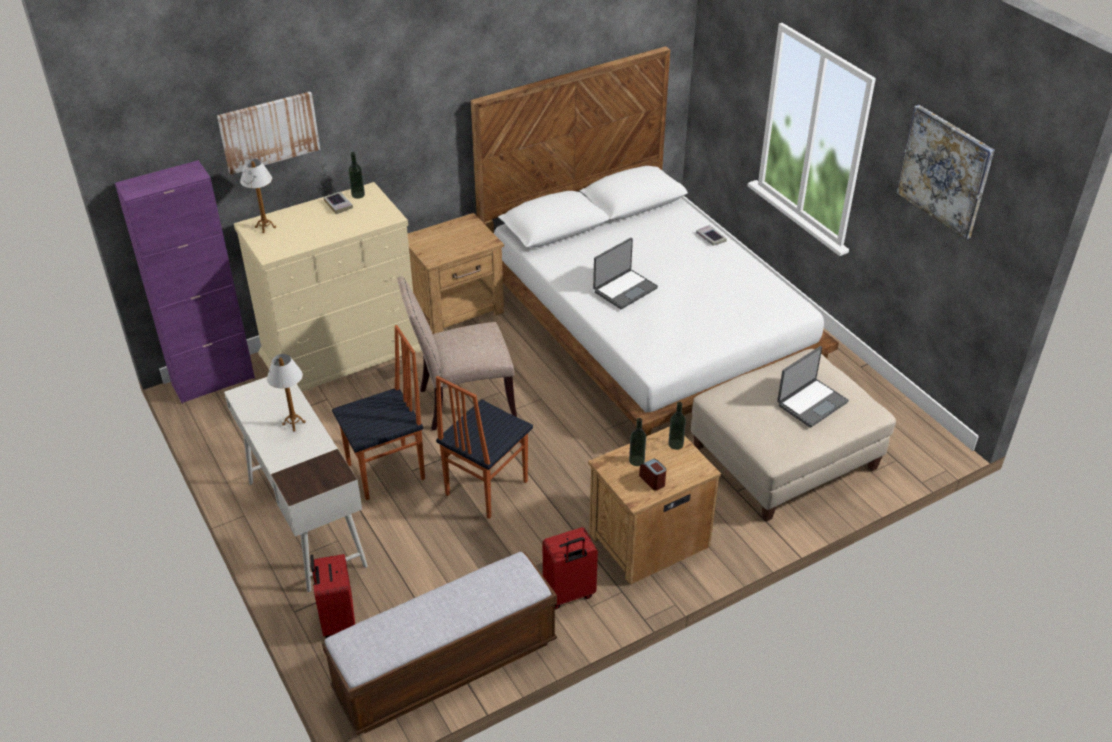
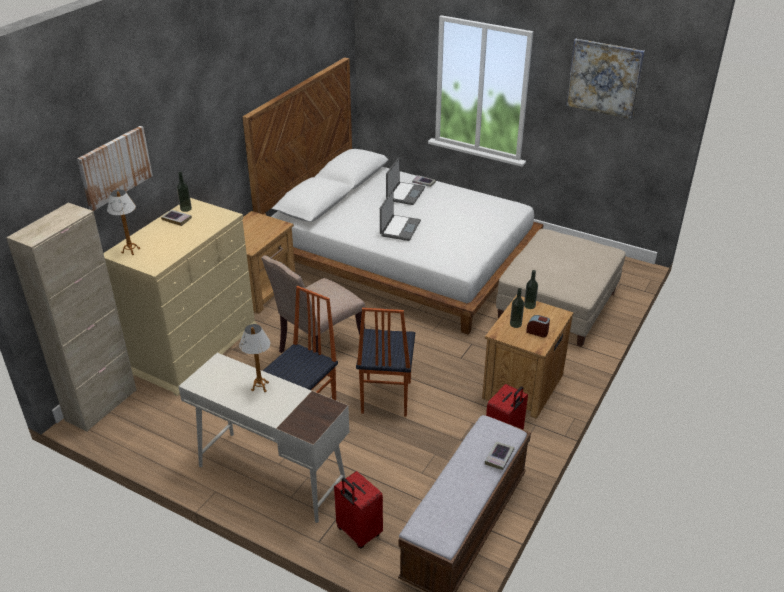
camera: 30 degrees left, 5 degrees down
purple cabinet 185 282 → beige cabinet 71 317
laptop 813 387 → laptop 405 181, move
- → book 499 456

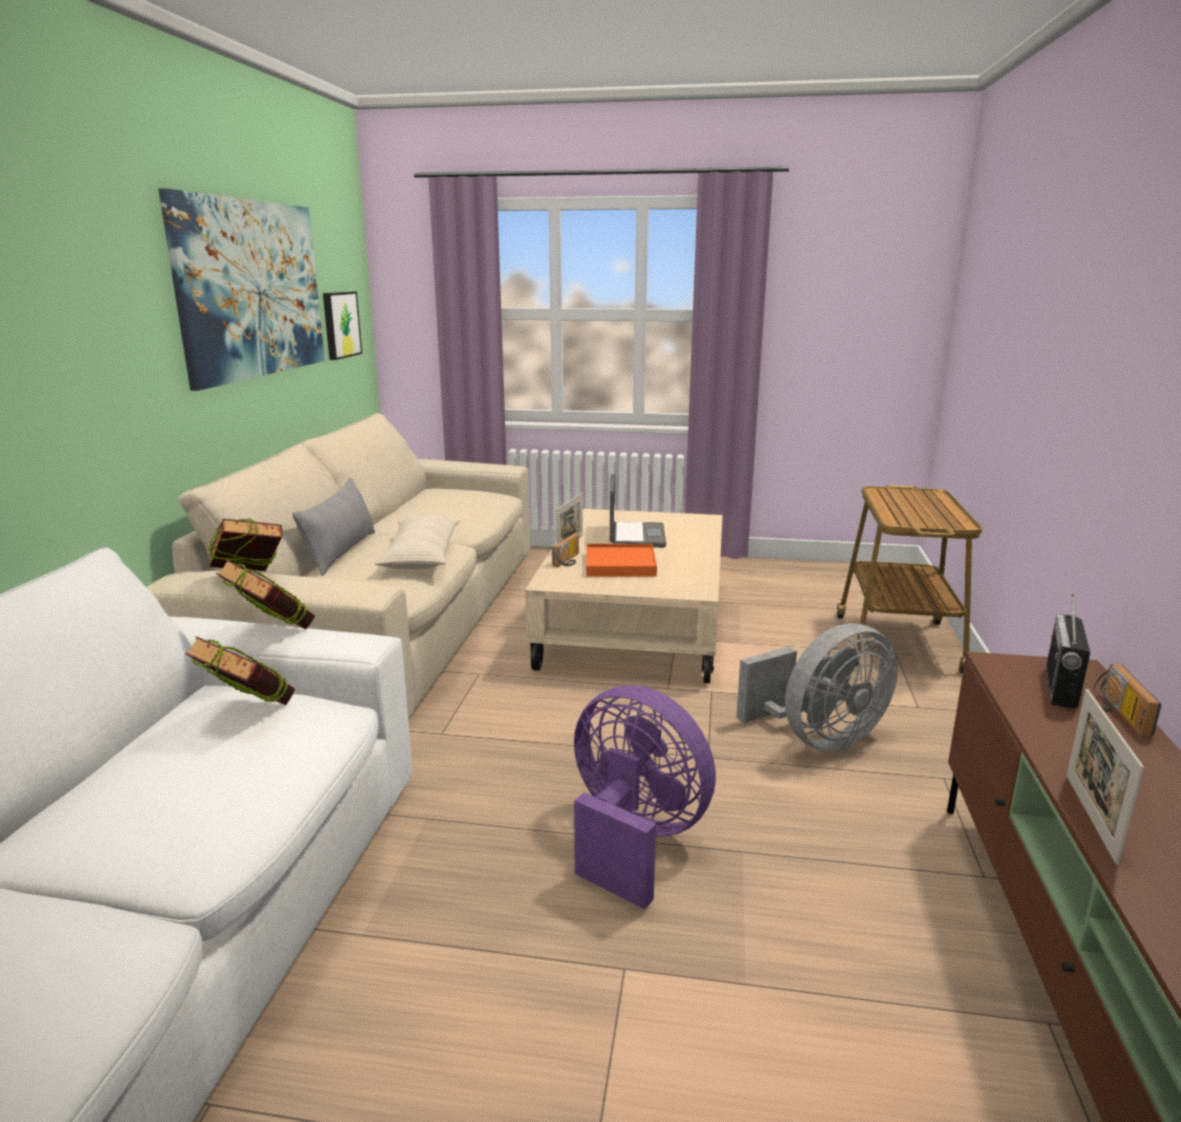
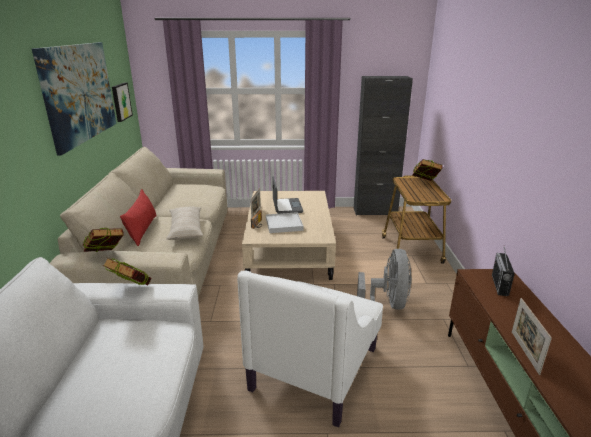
camera: 10 degrees left, 5 degrees up
grey pillow 333 526 → red pillow 138 217
orange tray 621 560 → white tray 285 222
grey fan 817 687 → grey fan 384 279, 45 degrees counterclockwise
book 240 670 → book 427 170, move
radio 1127 700 → -
purple fan 645 797 → white armchair 310 349
- → black cabinet 383 146

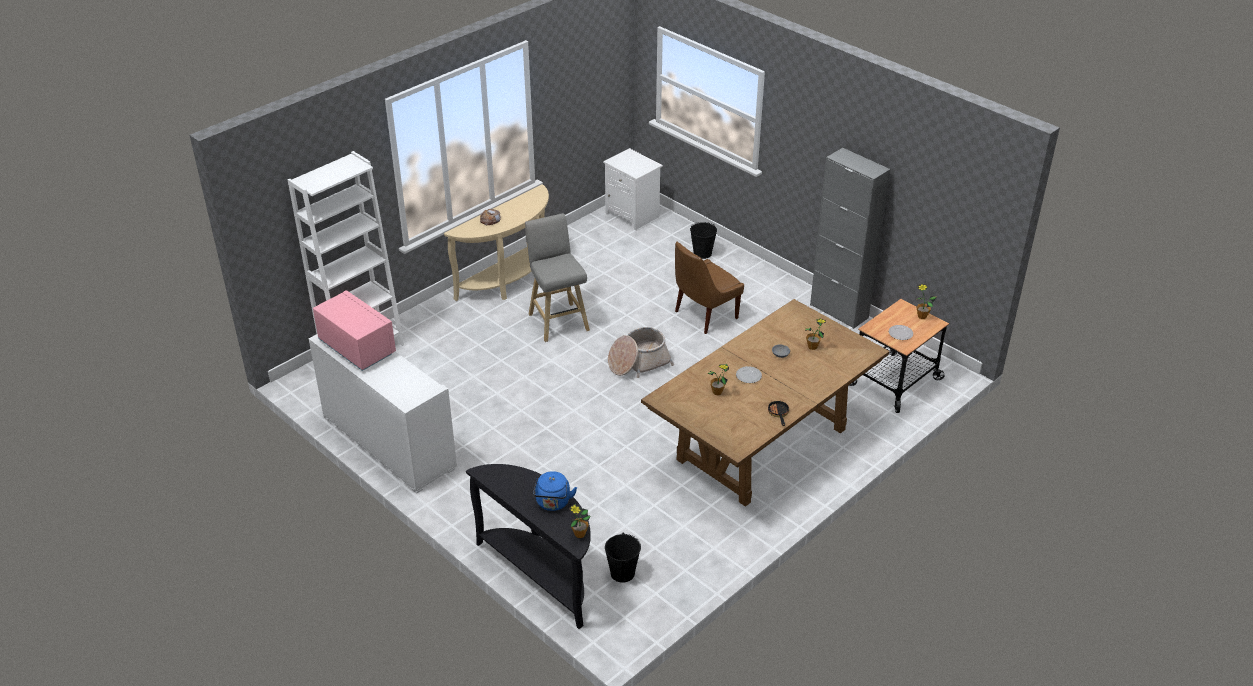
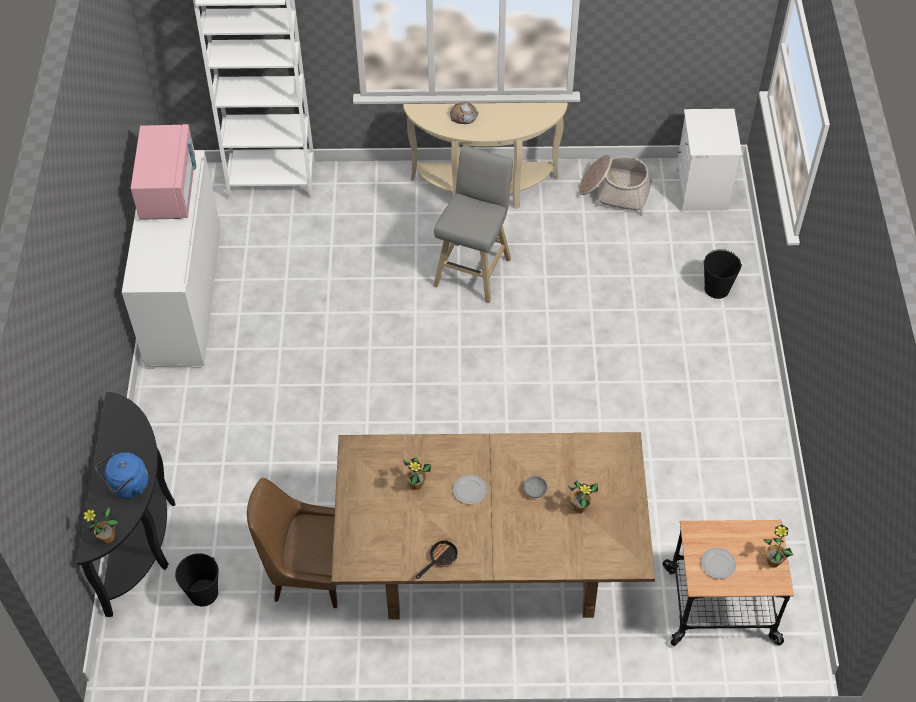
camera: 45 degrees right, 15 degrees up
grey cabinet 850 238 → -
brown chair 709 288 → brown chair 292 543, move
basket 641 352 → basket 615 185, move

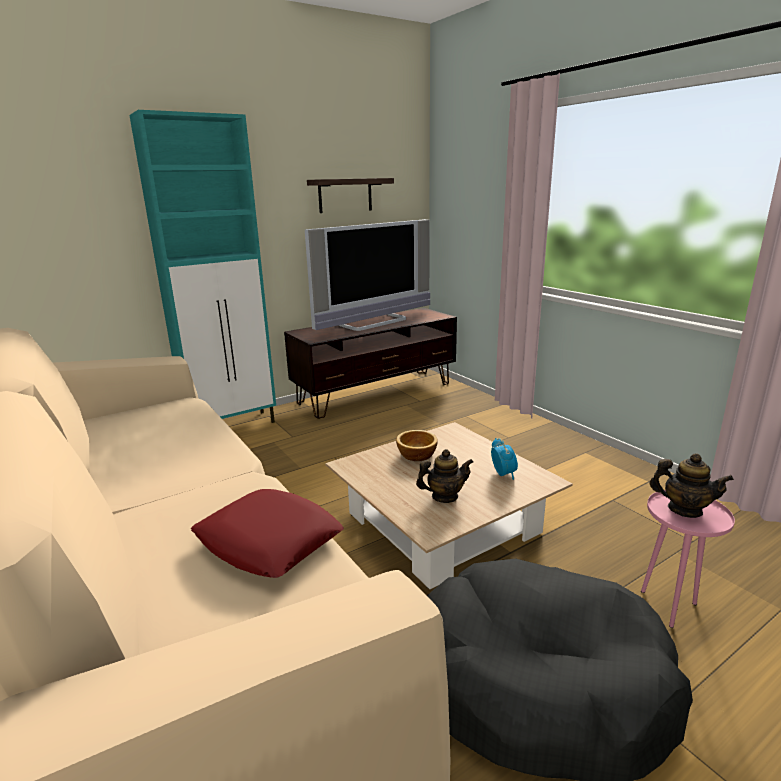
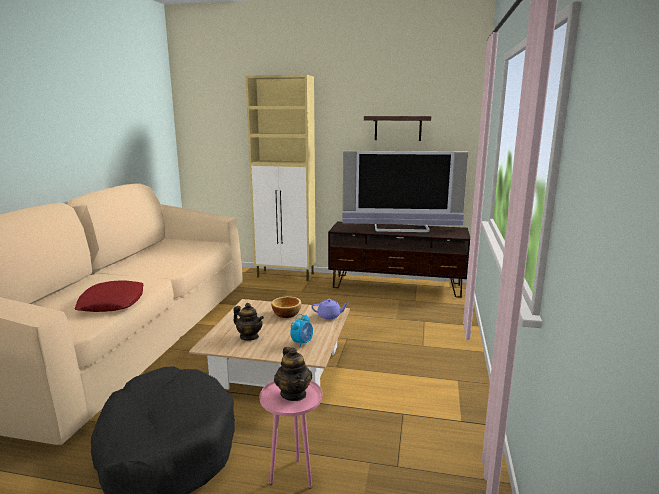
camera: 45 degrees right, 5 degrees down
turquoise cabinet 202 266 → beige cabinet 280 178
- → purple teapot 329 309

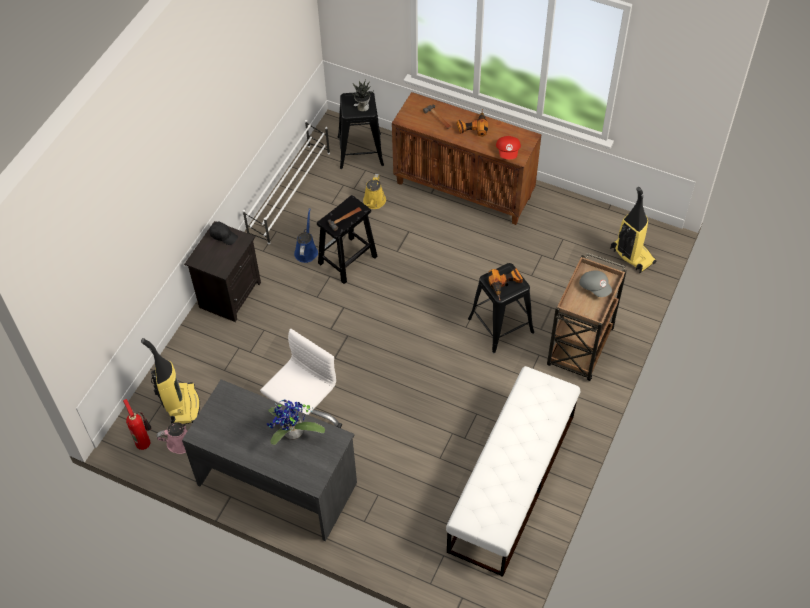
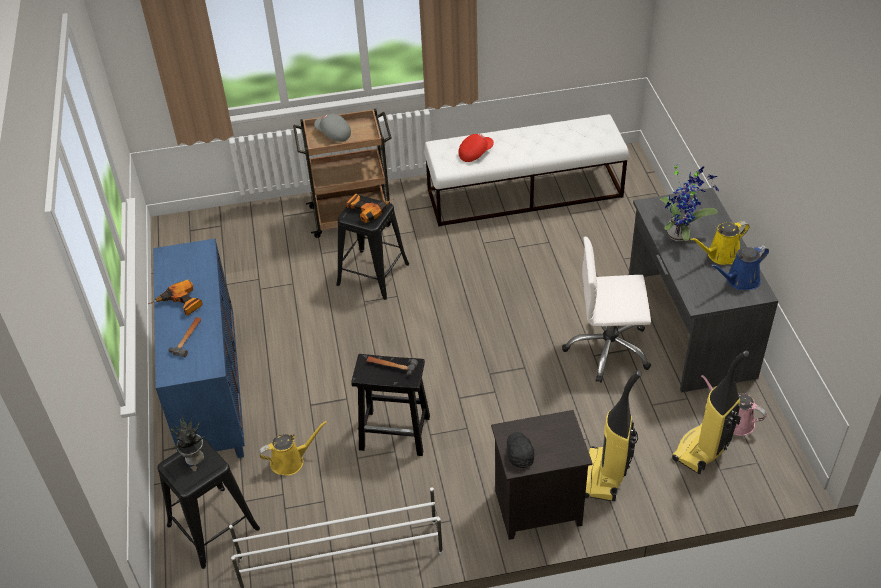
camera: 125 degrees left, 10 degrees down
brown cabinet 466 158 → blue cabinet 199 353
red cap 508 147 → red cap 476 148, move
vacuum cleaner 633 230 → vacuum cleaner 613 435, move
blue watering can 306 235 → blue watering can 739 267, move
grey cap 595 283 → grey cap 332 127, 75 degrees counterclockwise
fire extinguisher 137 424 → -
- → yellow watering can 719 242

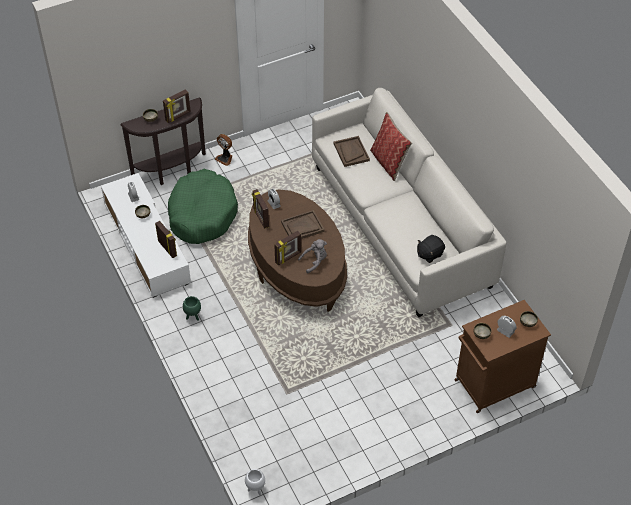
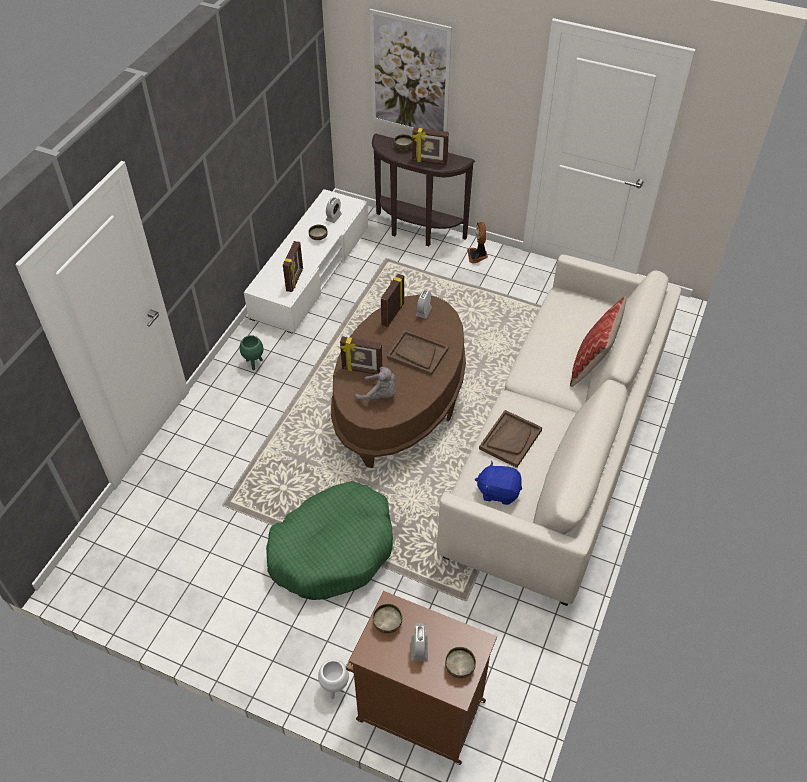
camera: 50 degrees right, 0 degrees up
brown tray 352 151 → brown tray 510 439, move
green dog bed 203 206 → green dog bed 329 540, move
black plush toy 431 249 → blue plush toy 498 482
white planter 255 482 → white planter 333 679, move
- → picture 410 70

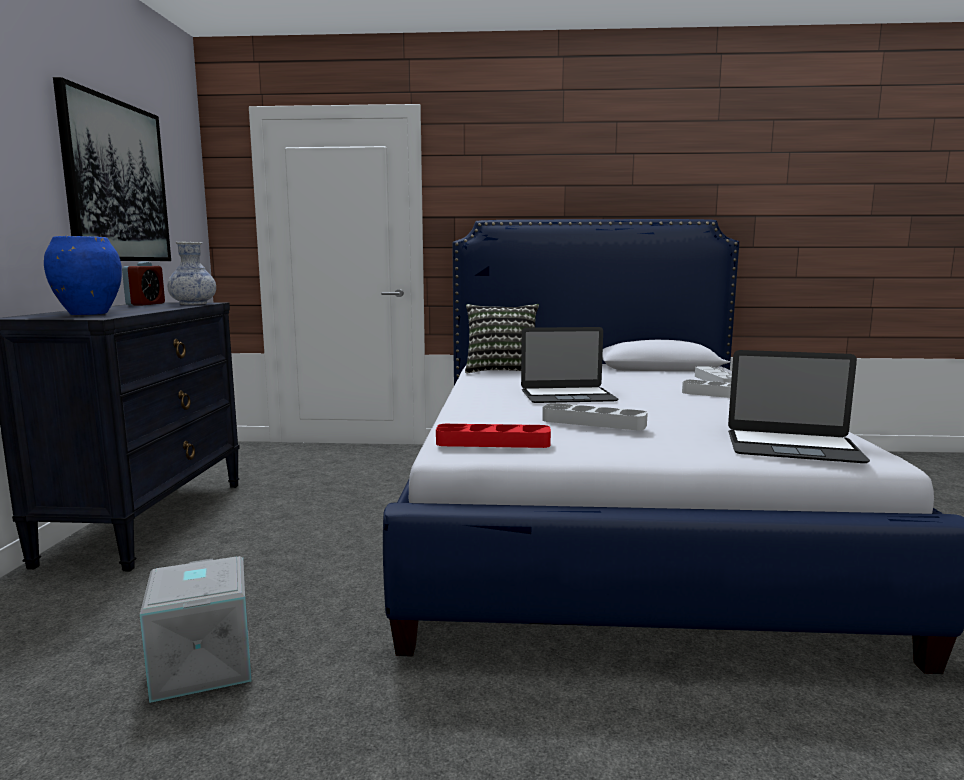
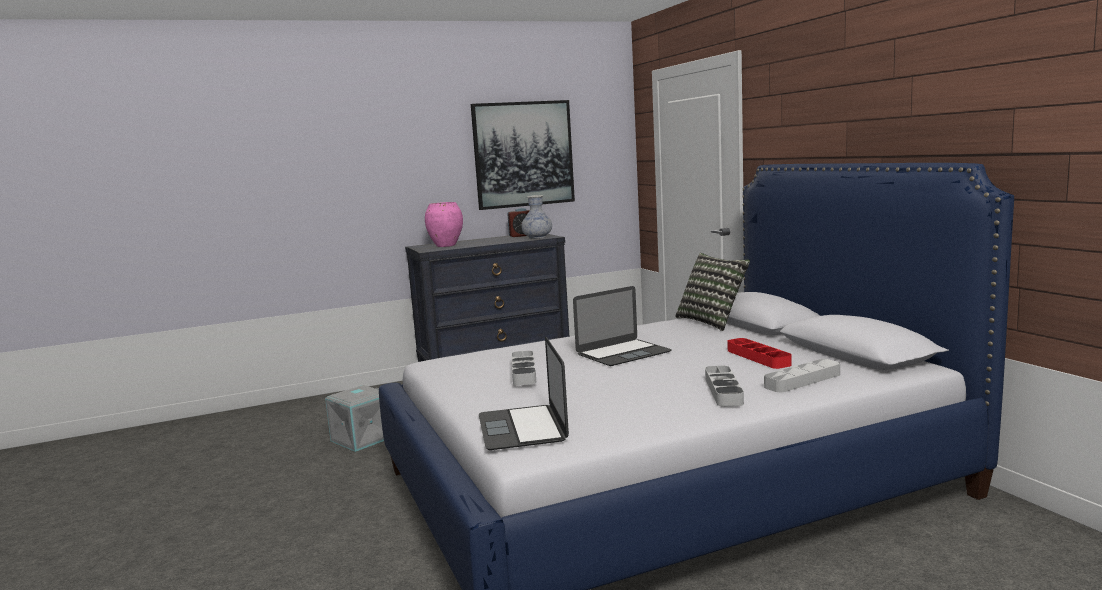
camera: 65 degrees right, 0 degrees up
blue vase 83 275 → pink vase 444 224
laptop 569 365 → laptop 622 326, 90 degrees counterclockwise
red tray 493 436 → red tray 759 353, move

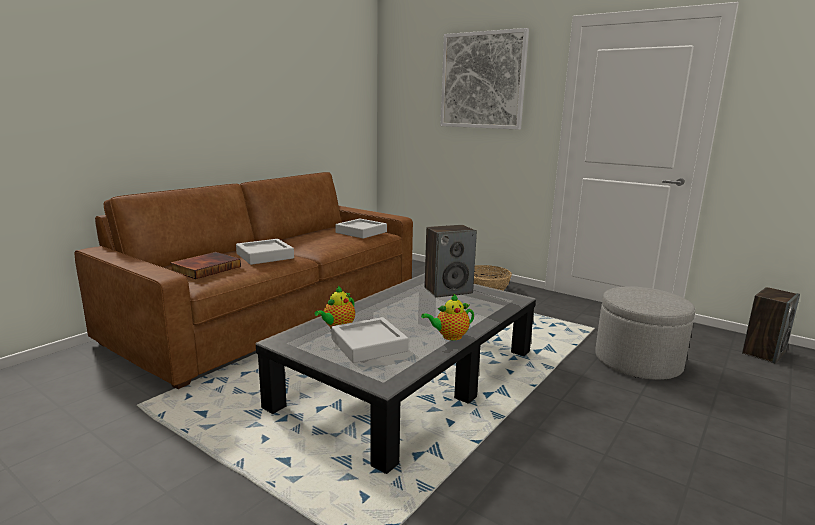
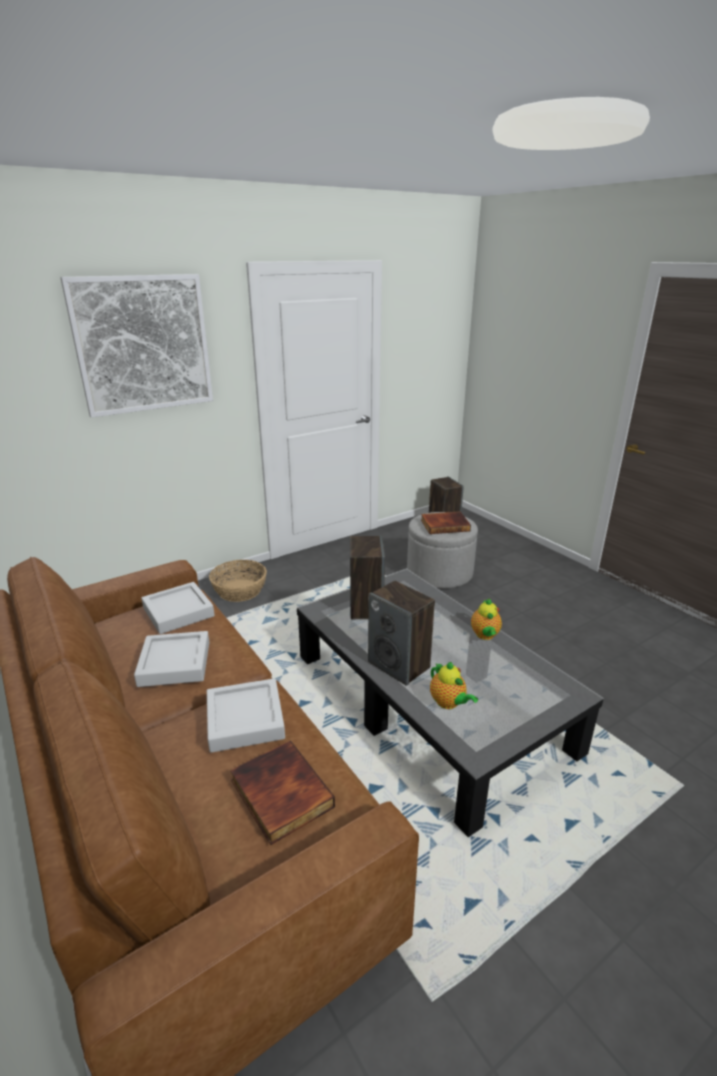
camera: 70 degrees left, 10 degrees up
grey tray 370 340 → grey tray 171 659, move
- → book 446 523
- → speaker 401 633

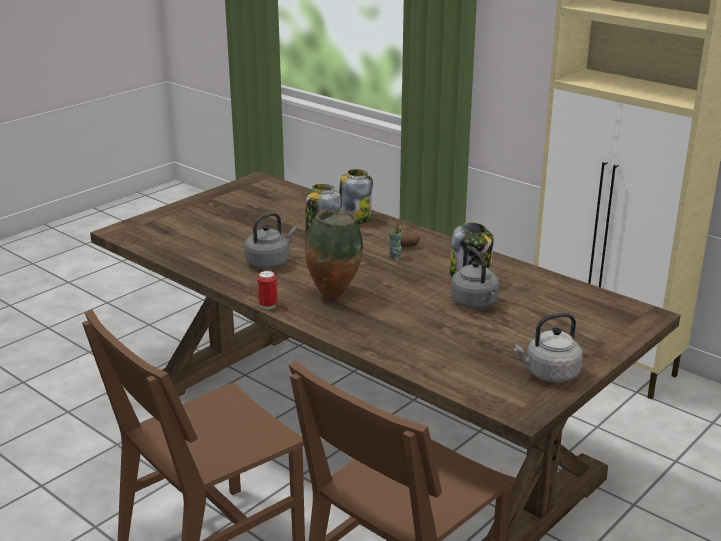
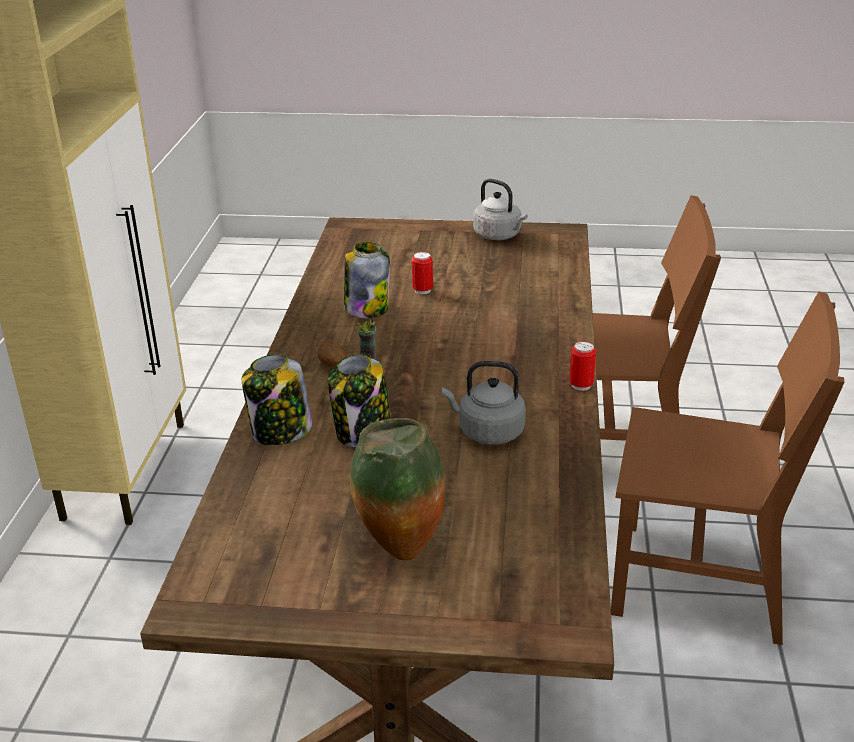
camera: 125 degrees left, 5 degrees up
vase 334 253 → vase 397 489, move
grey kettle 475 277 → can 422 273

